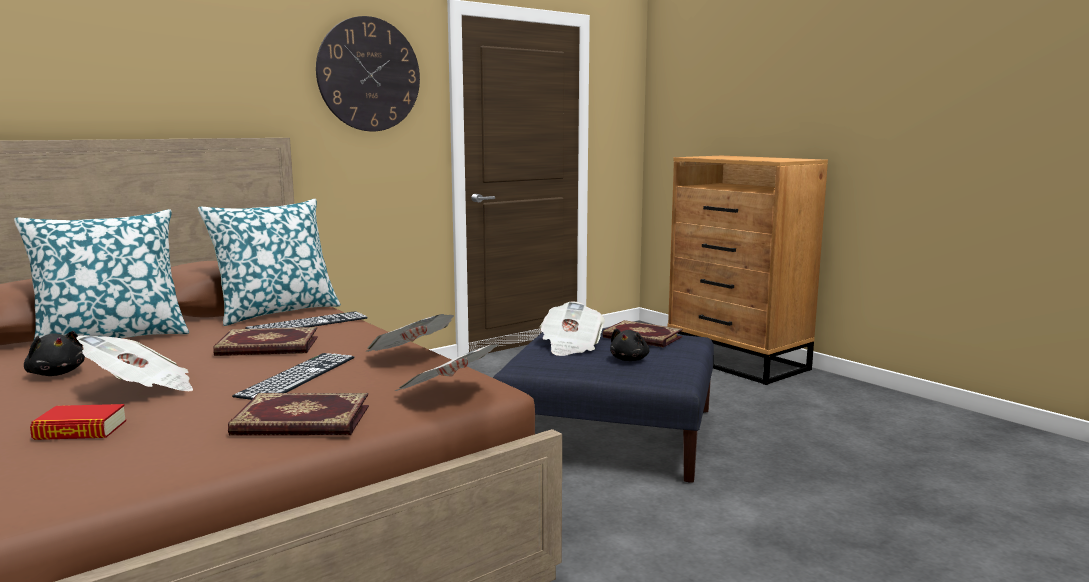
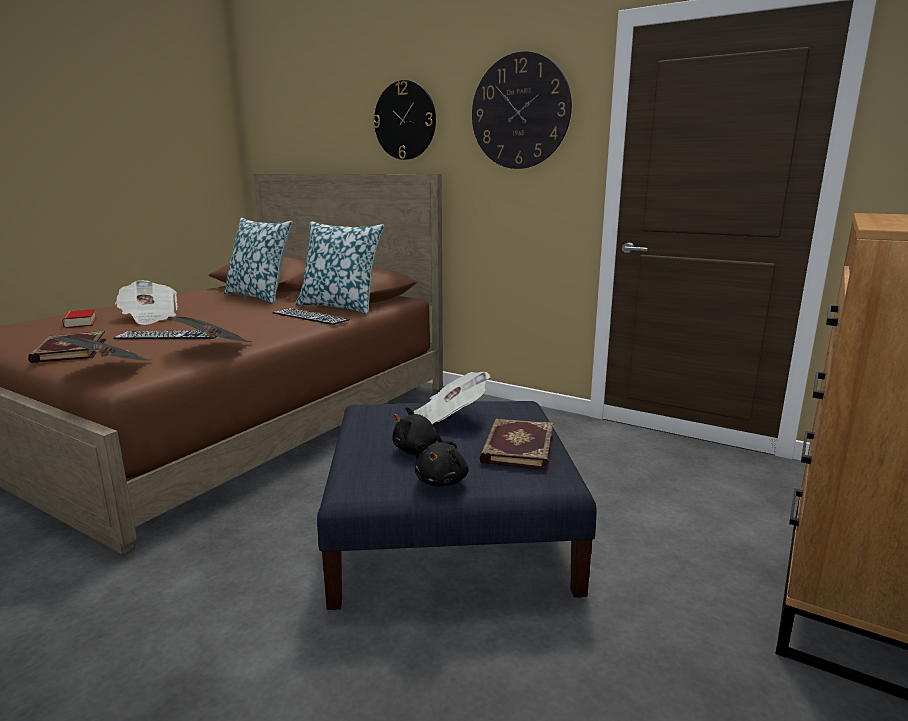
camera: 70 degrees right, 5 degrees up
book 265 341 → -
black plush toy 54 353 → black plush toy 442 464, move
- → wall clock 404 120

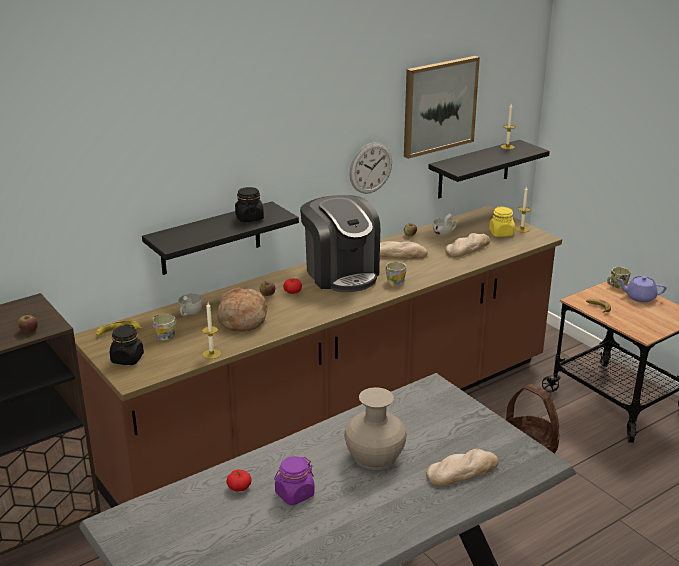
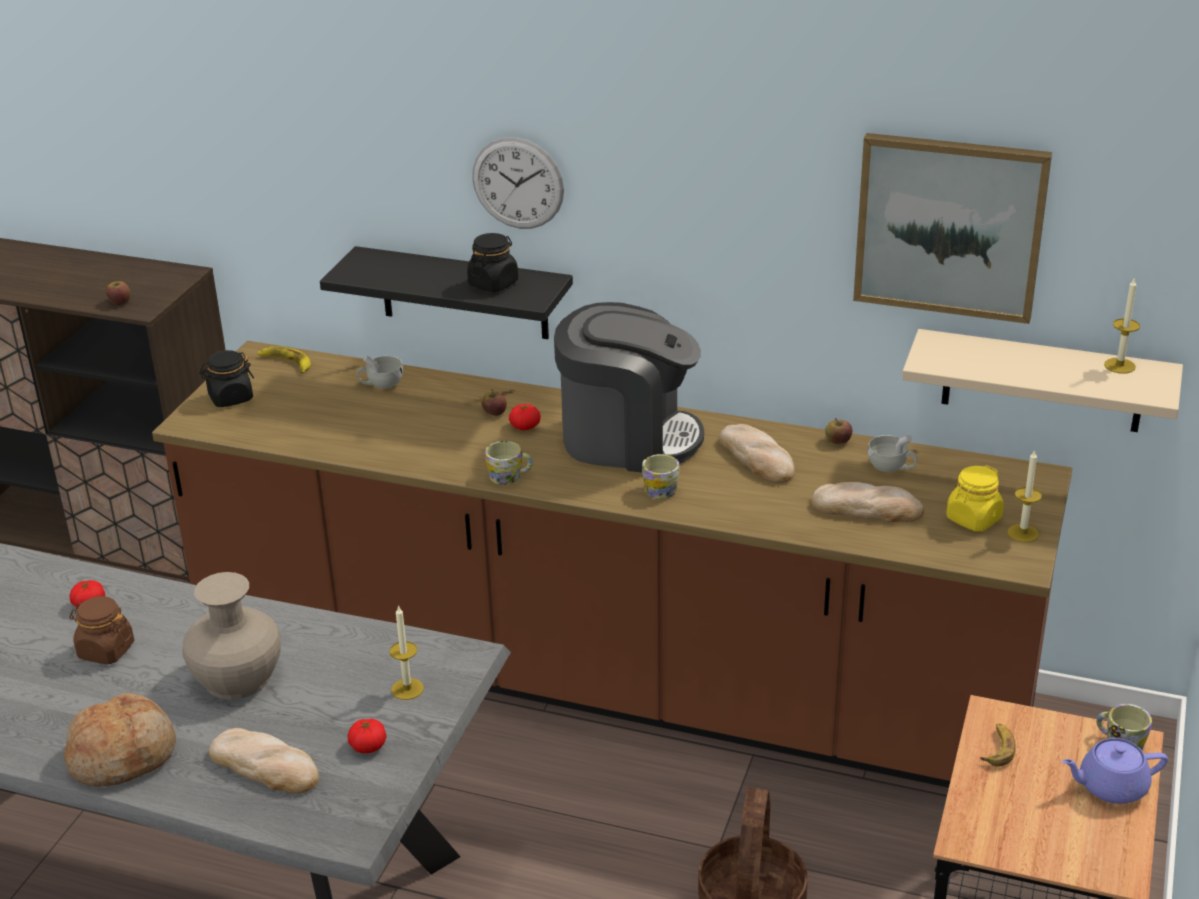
camera: 55 degrees right, 5 degrees up
black shelf 489 169 → beige shelf 1042 380
wall clock 370 168 → wall clock 518 183, move
coffee machine 340 243 → coffee machine 629 387, 105 degrees counterclockwise
purple teapot 642 289 → purple teapot 1115 771, 75 degrees counterclockwise
bread 242 310 → bread 120 740, move
candle 211 331 → candle 406 652, move
mug 164 327 → mug 509 463, move
purple jar 294 480 → brown jar 101 630
- → tomato 367 736

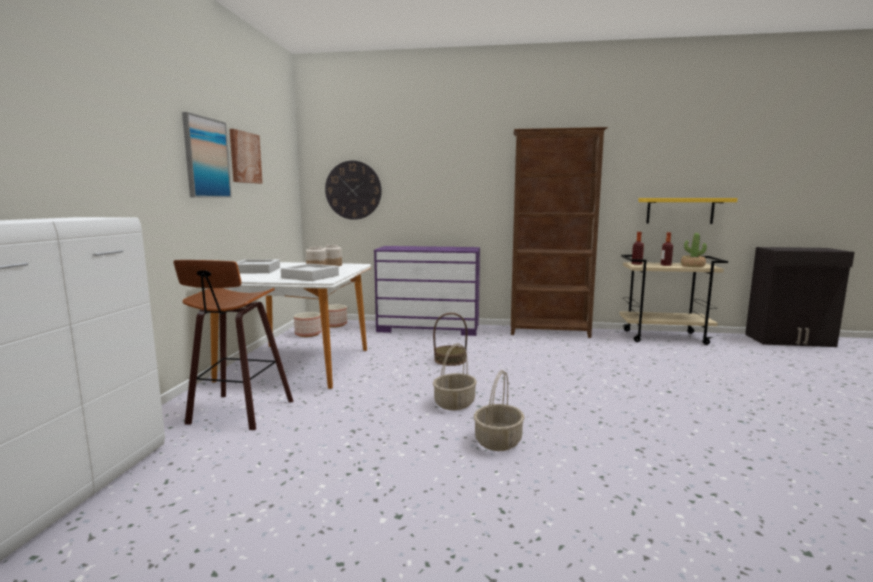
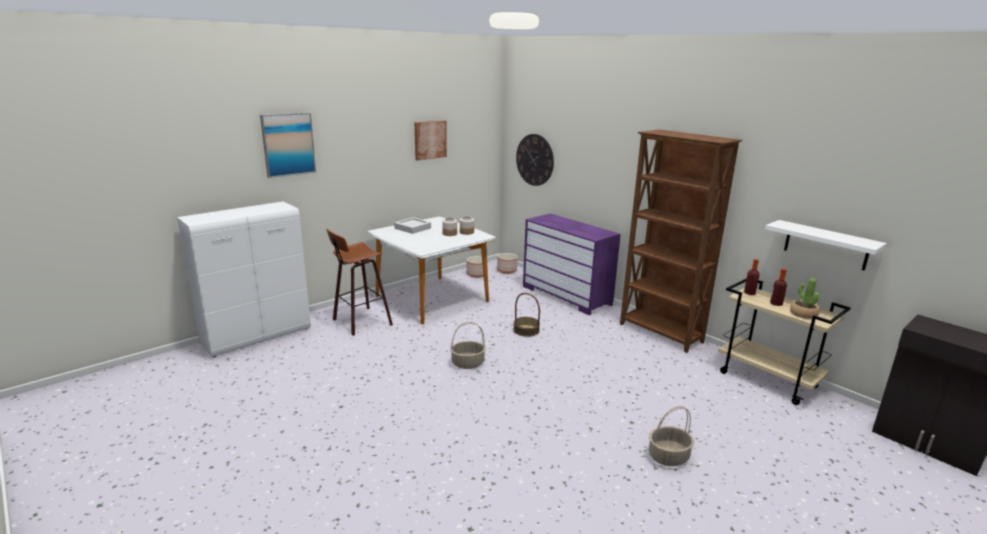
camera: 40 degrees right, 10 degrees up
picture 207 155 → picture 288 145, move
yellow shelf 687 211 → white shelf 826 245
grey tray 310 272 → -
basket 499 410 → basket 671 436, move

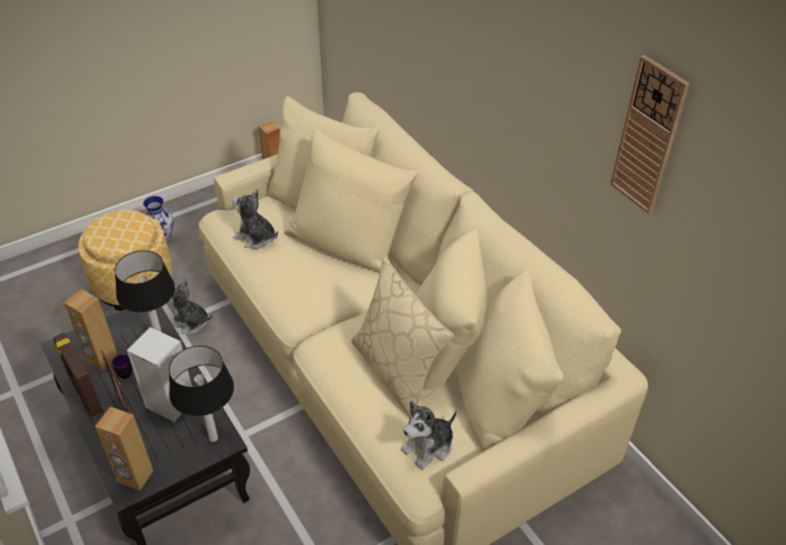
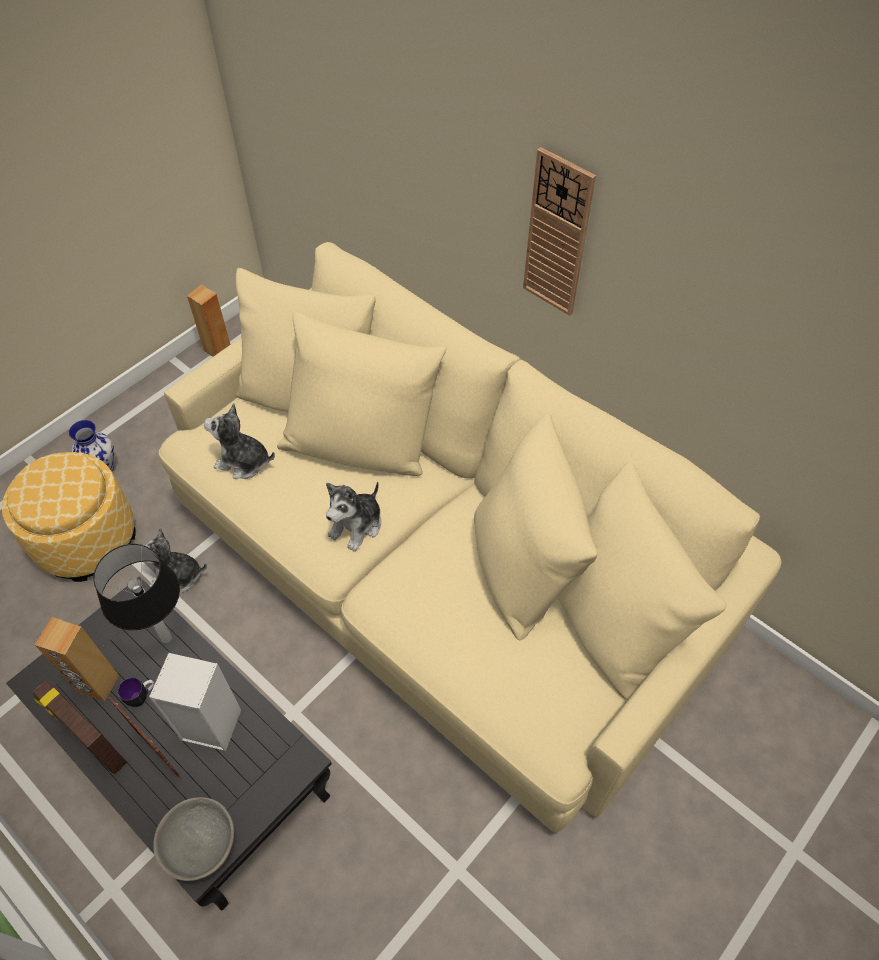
camera: 15 degrees left, 10 degrees up
wall clock 649 134 → wall clock 559 231, move
beige pillow 402 338 → -
table lamp 201 394 → -
plush toy 428 435 → plush toy 353 517, move
brown speaker 124 448 → grey bowl 193 839

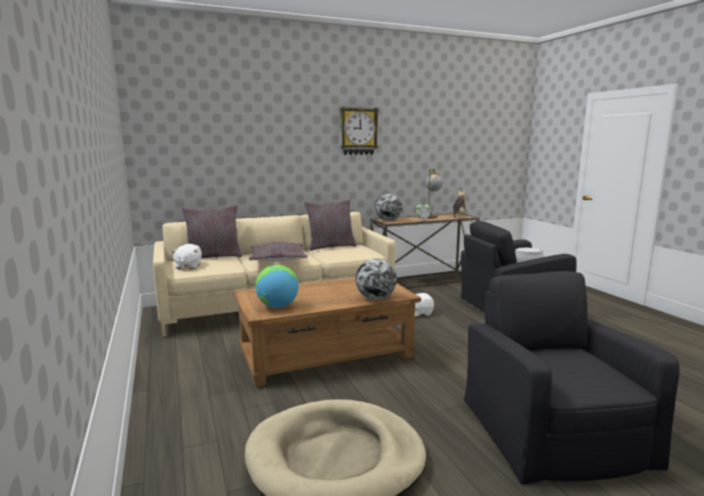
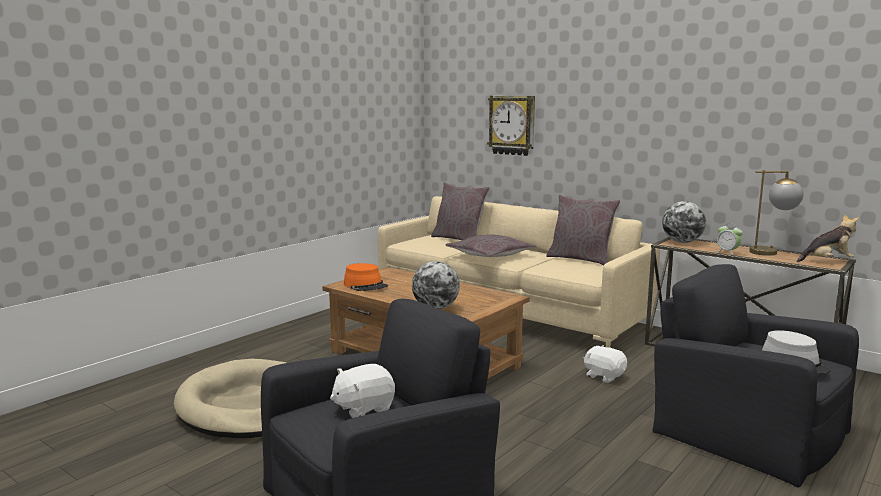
camera: 60 degrees right, 0 degrees up
wall clock 359 131 → wall clock 511 126, move
white plush toy 186 256 → white plush toy 362 391, move
globe 277 286 → orange hat 366 277

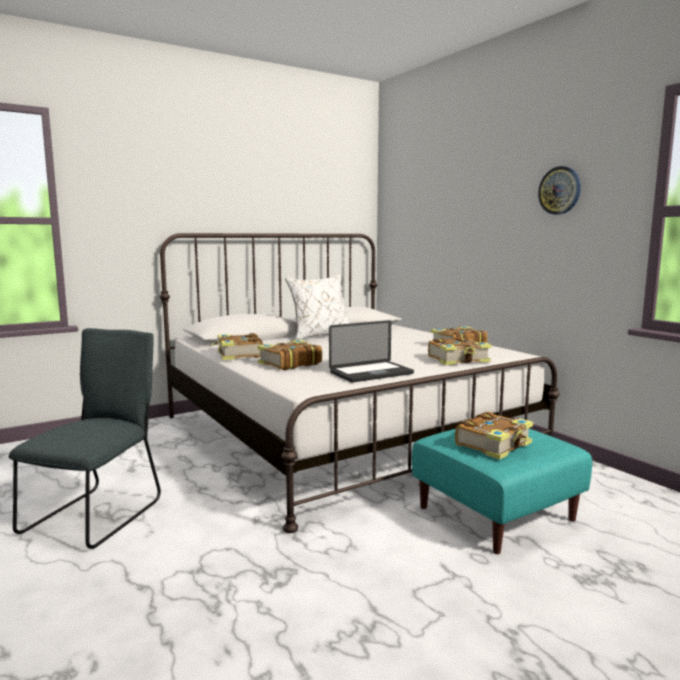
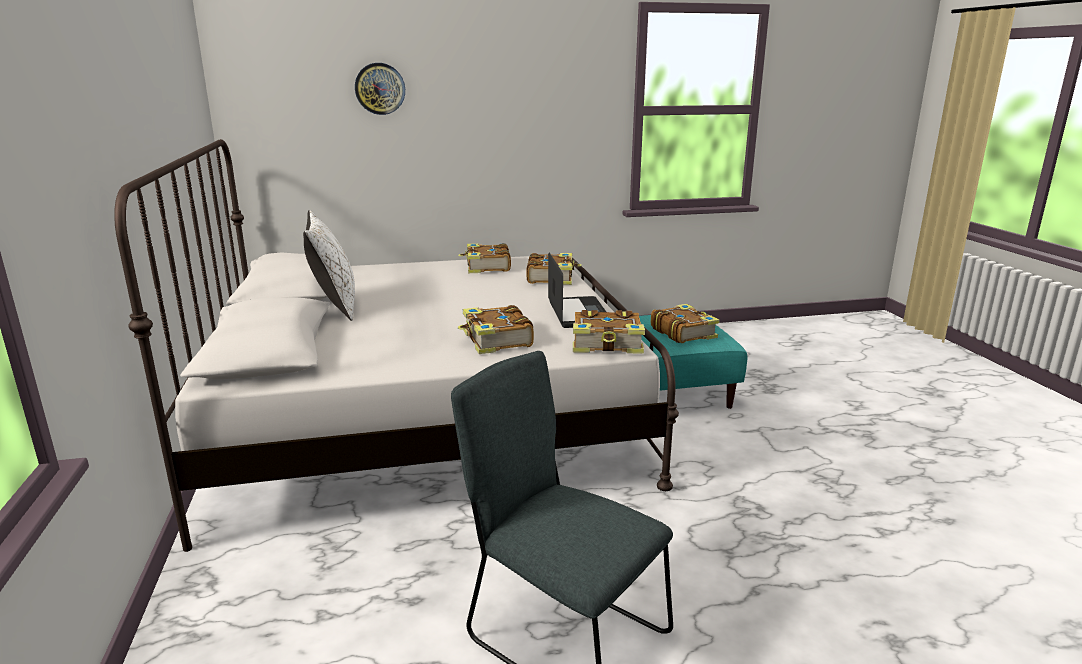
camera: 70 degrees left, 10 degrees up
wall clock 559 190 → wall clock 380 89, move
book 237 346 → book 609 332, move

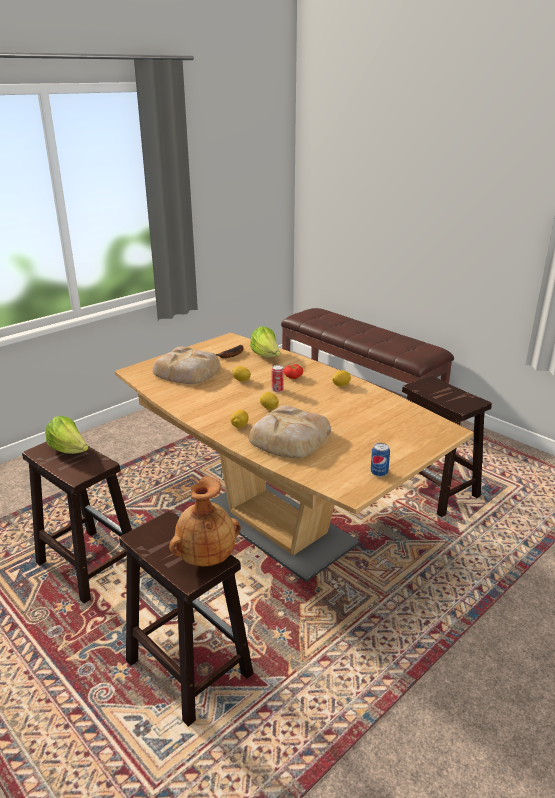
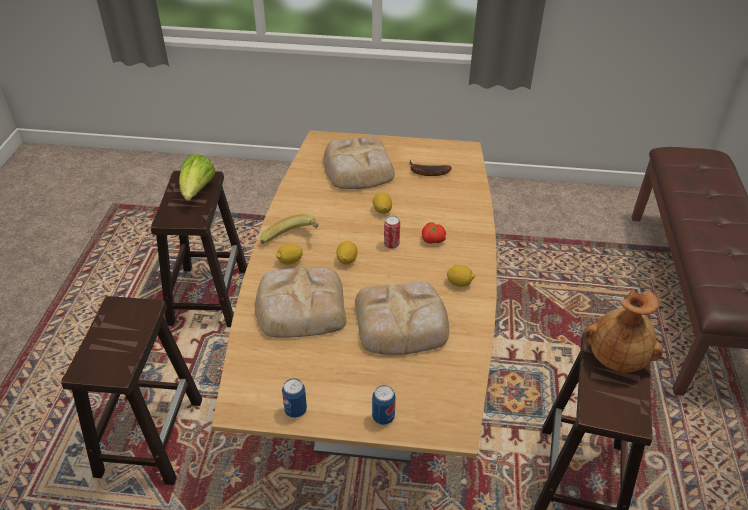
camera: 50 degrees right, 15 degrees up
lettuce 265 342 → -
brown vase 205 521 → brown vase 623 332, move
- → banana 289 229
- → bread 402 318
- → can 384 405

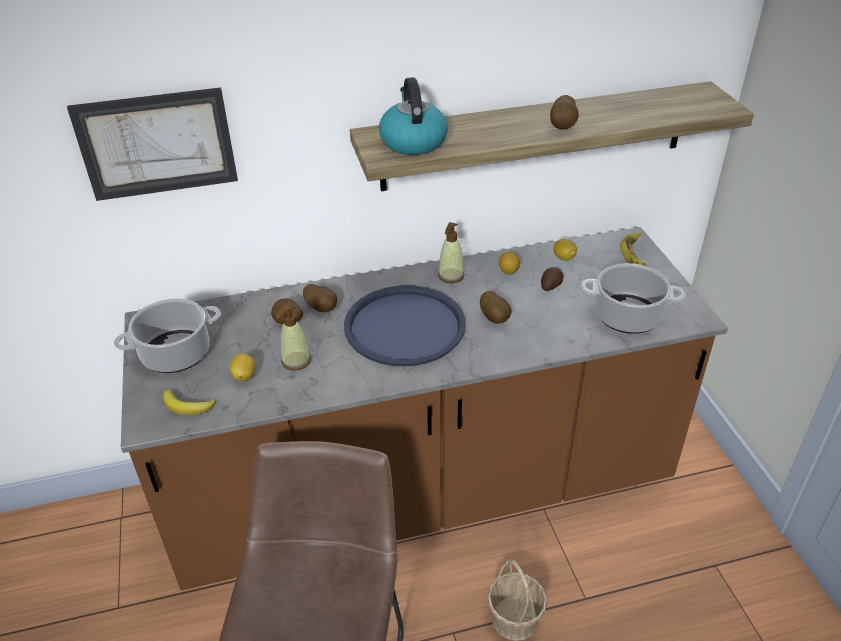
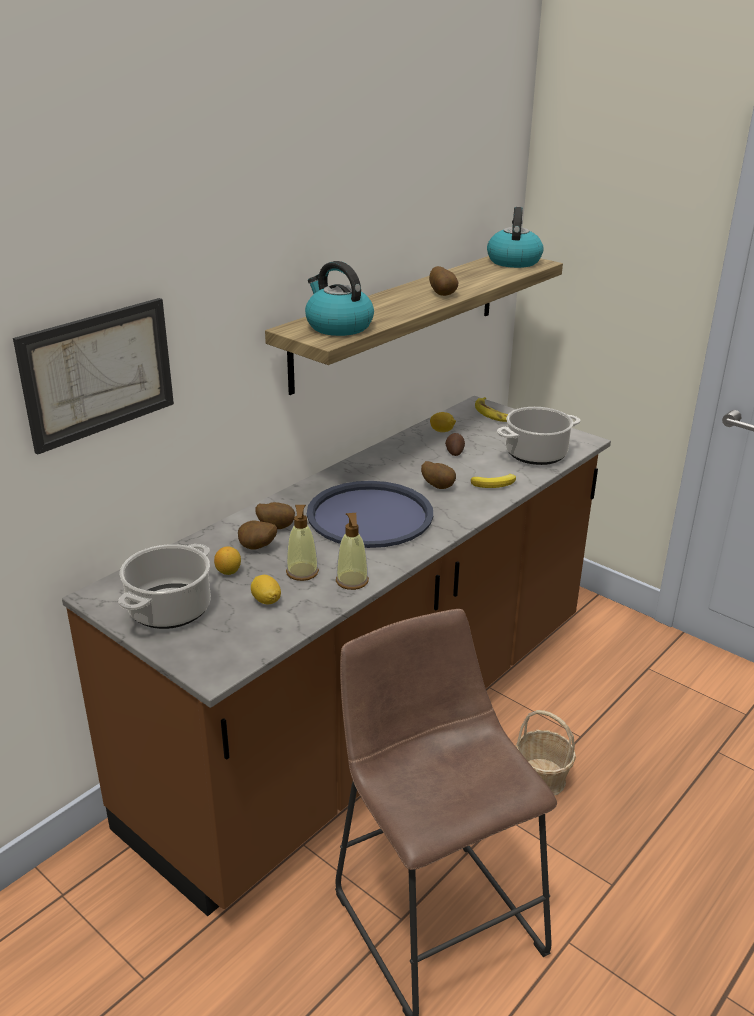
camera: 35 degrees left, 10 degrees down
soap dispenser 451 252 → soap dispenser 352 551, move
lemon 509 263 → lemon 227 560, move
banana 189 402 → banana 493 481, move
- → kettle 515 237

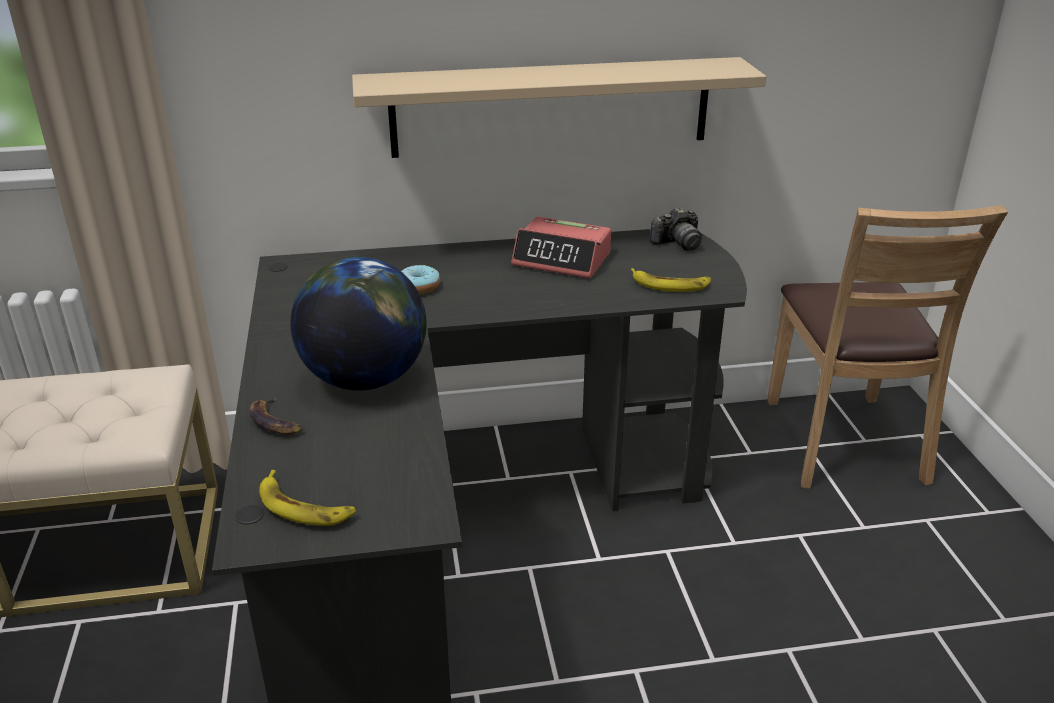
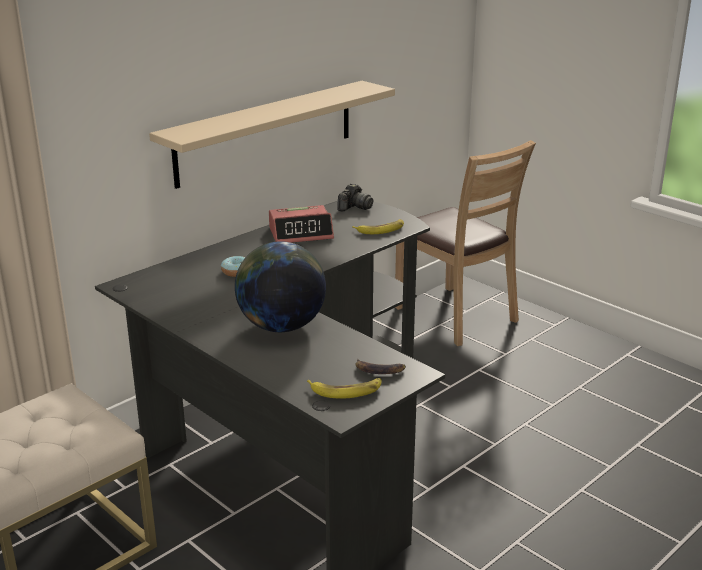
camera: 35 degrees left, 5 degrees down
banana 276 416 → banana 380 366, move

